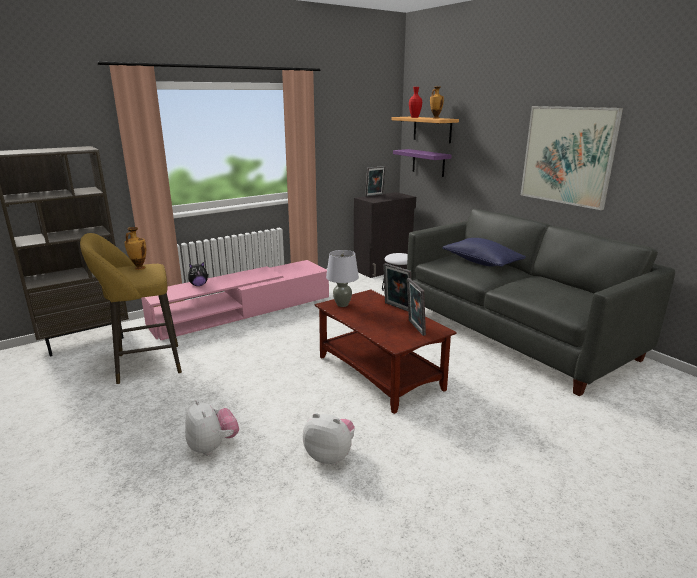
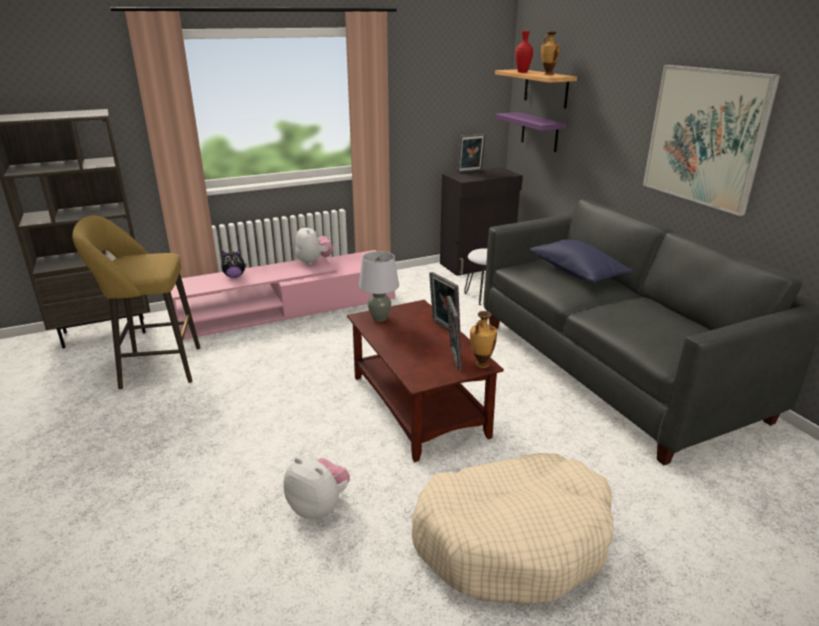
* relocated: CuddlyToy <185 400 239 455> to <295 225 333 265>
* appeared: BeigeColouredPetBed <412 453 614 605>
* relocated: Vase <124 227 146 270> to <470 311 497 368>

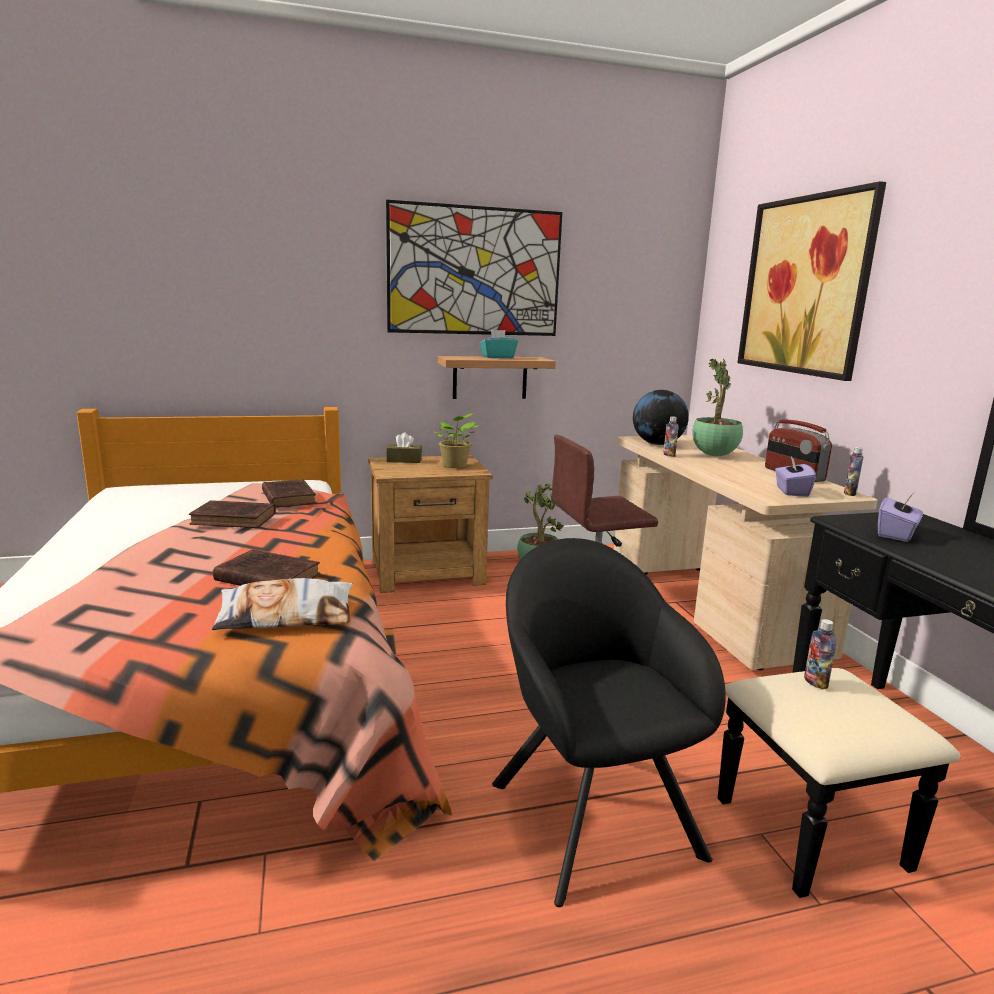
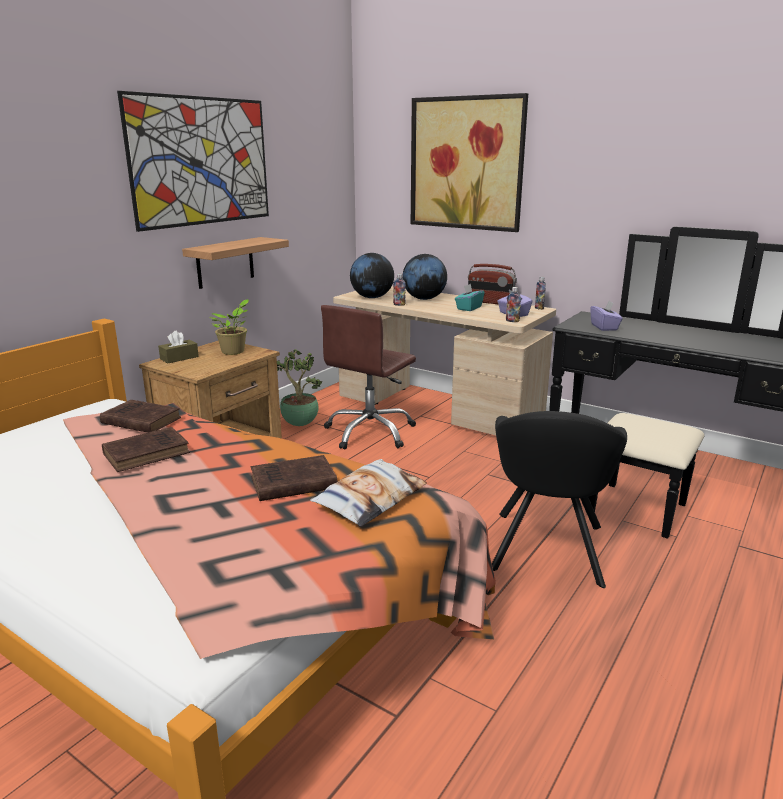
* exchanged: PlantInAPot <692 359 743 456> to DeskGlobe <402 254 447 300>
* relocated: TurquoiseBoxOfTissues <480 330 518 358> to <455 284 485 311>
* spun: BlackishLoungeChair <492 538 726 907> = <492 411 627 588> 105 degrees counterclockwise
* relocated: Bottle <804 619 836 689> to <506 287 521 322>

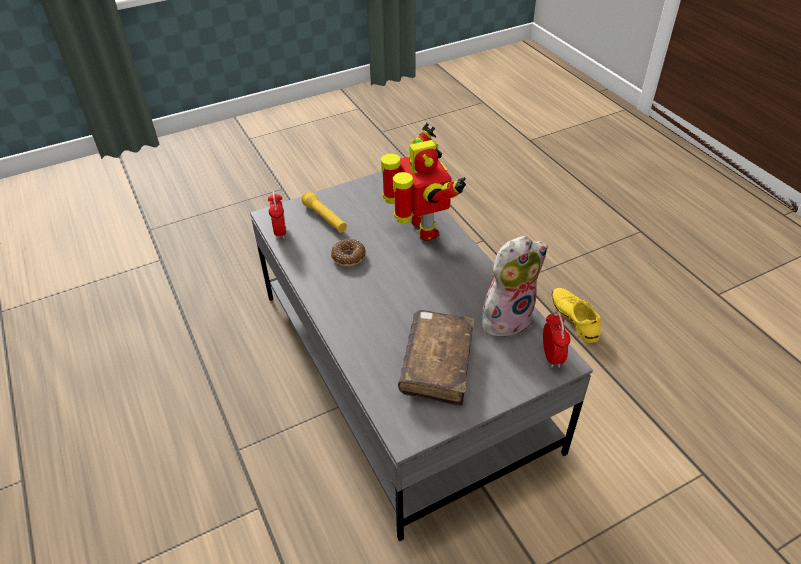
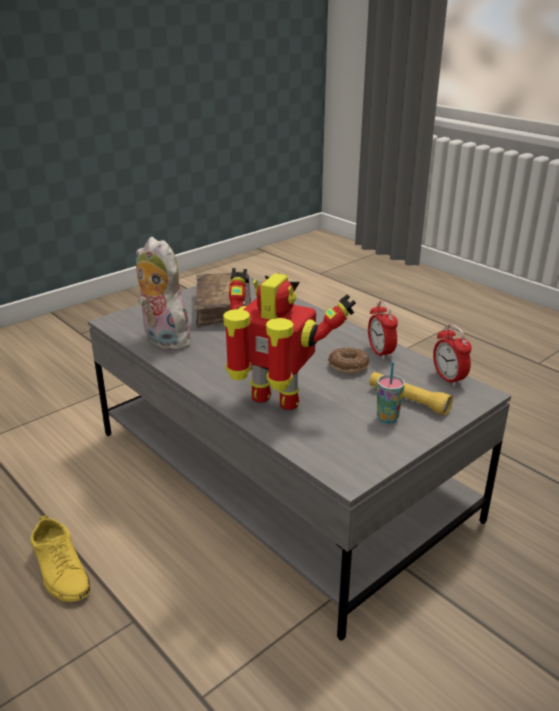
* spun: CuddlyToy <482 236 548 341> = <136 237 191 351> 90 degrees clockwise
* spun: ToyRobot <381 123 466 241> = <223 268 356 410> 150 degrees clockwise
* relocated: AlarmClock <543 311 570 368> to <368 300 398 360>
* appeared: Cup <377 362 405 424>

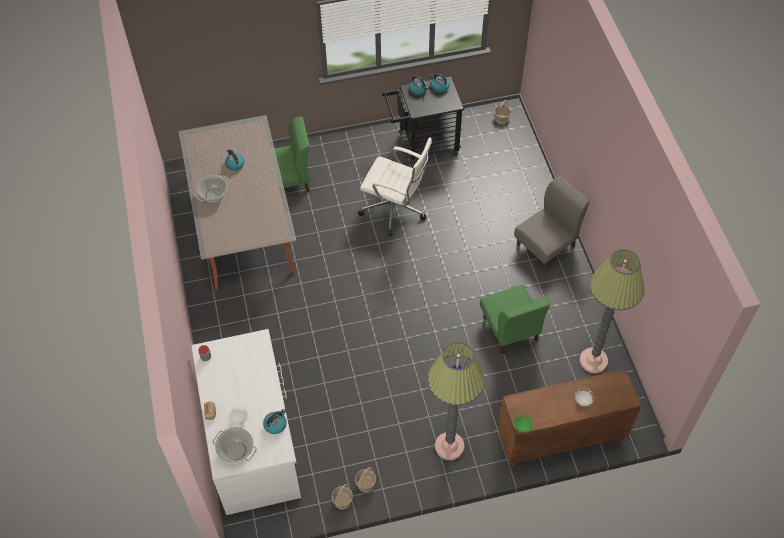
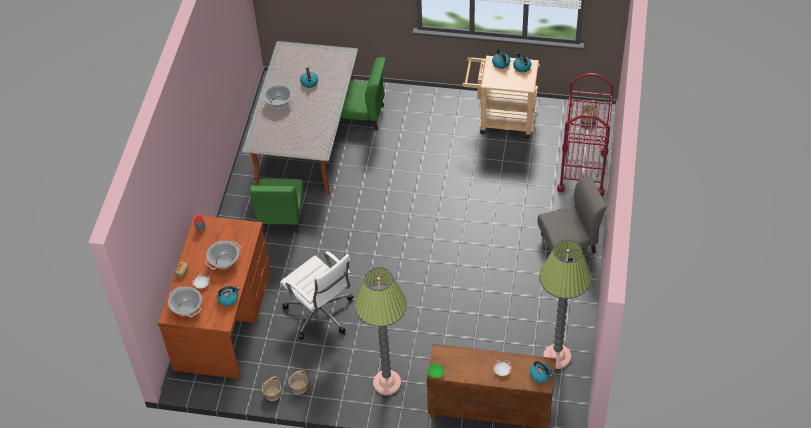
* colour: WhiteColouredDeskTable <191 329 301 515> to BrownDeskTable <158 215 270 379>
* appeared: CookingPot <205 241 241 270>
* relocated: GreenColouredPlainChair <480 285 550 354> to <250 178 304 233>
* relocated: WhiteColouredOfficeChair <358 137 432 236> to <280 251 353 339>
* colour: BlackishWheeledCart <382 76 464 164> to BeigeColouredWheeledCart <462 56 540 139>
* appeared: TeaKettle <530 361 553 383>
* appeared: RedColouredWheeledCart <557 73 614 196>

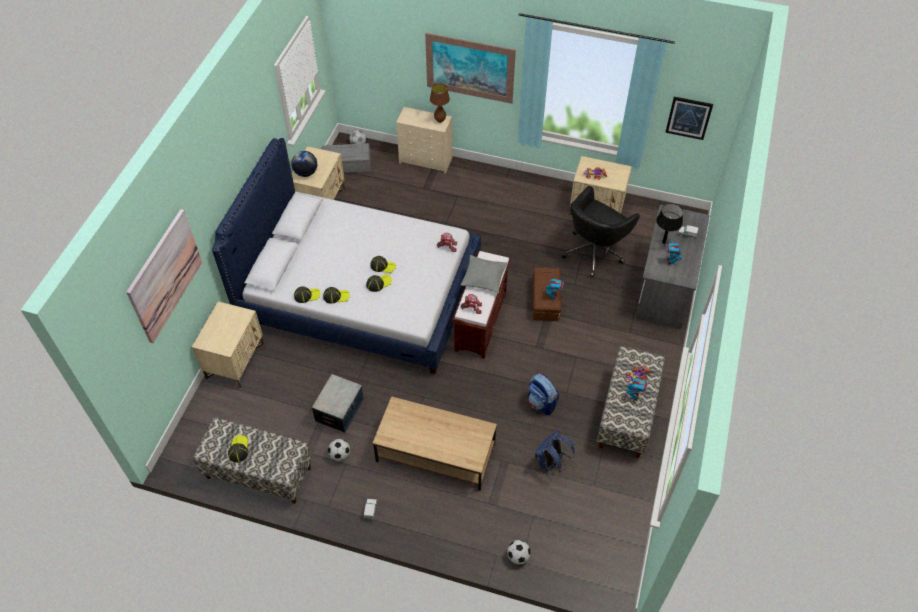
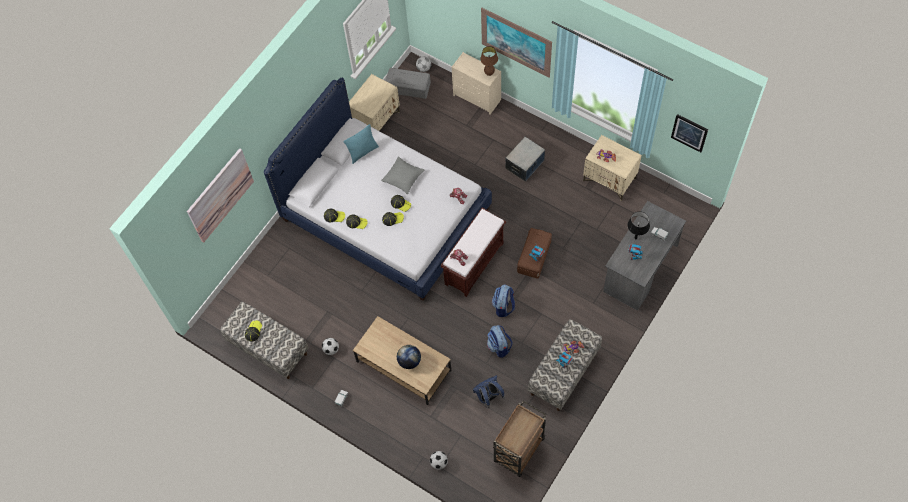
* appeared: TurquoiseCushion <343 124 379 164>
* relocated: GreyishCushion <460 255 507 294> to <381 157 424 194>
* relocated: DeskGlobe <291 151 317 177> to <397 345 421 369>
* appeared: Knapsack <492 284 515 317>
* appeared: BrownWheeledCart <493 401 546 477>
* relocated: StorageContainer <311 374 364 433> to <505 137 545 182>
* missing: BeigeColouredBedsideTable <192 301 264 389>
* missing: BlackishOfficeChair <562 186 640 277>

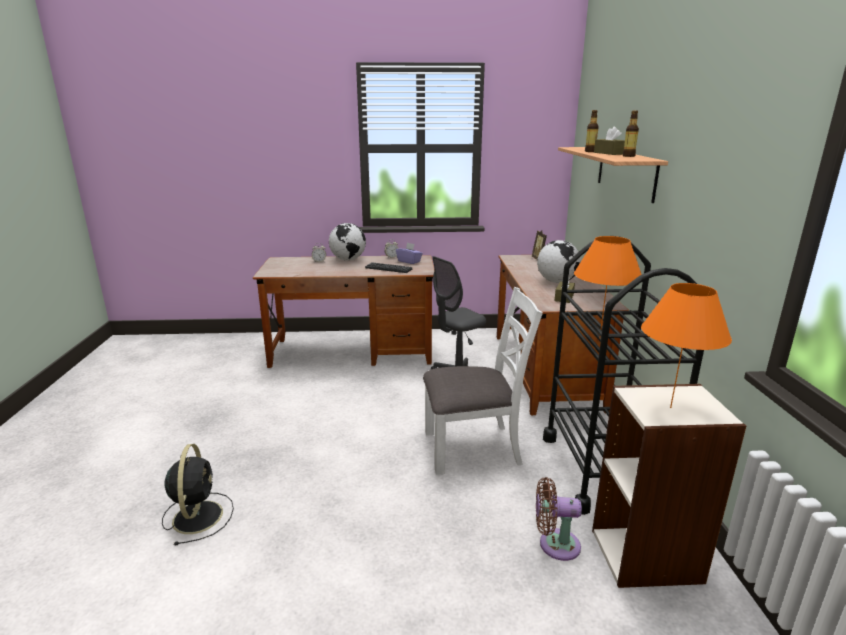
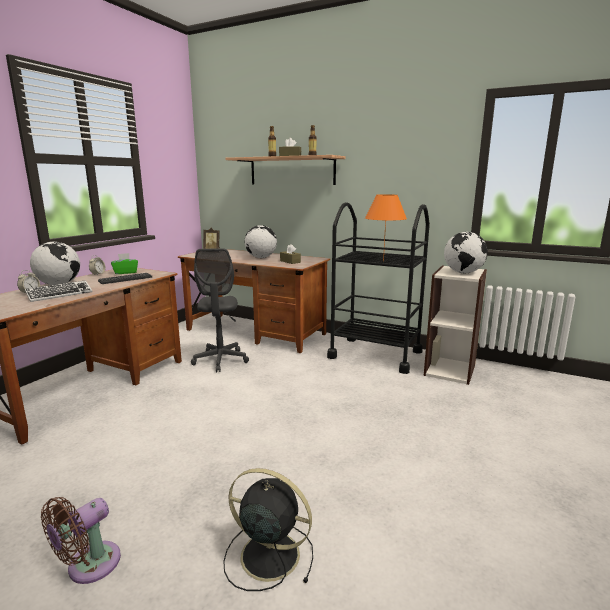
* appeared: Keyboard <25 280 93 302>
* relocated: BrownFan <536 477 582 561> to <41 497 121 584>
* colour: PurplishBoxOfTissues <396 243 423 264> to GreenColouredBoxOfTissues <111 253 138 274>
* exchanged: OrangeColouredLampForATable <641 283 732 408> to DeskGlobe <444 232 488 273>
* missing: WhiteColouredPlainChair <423 287 543 475>

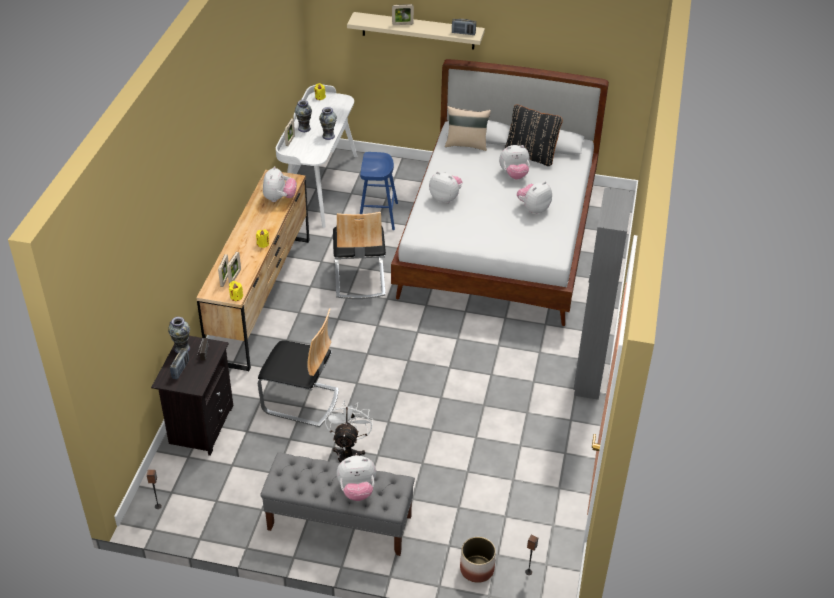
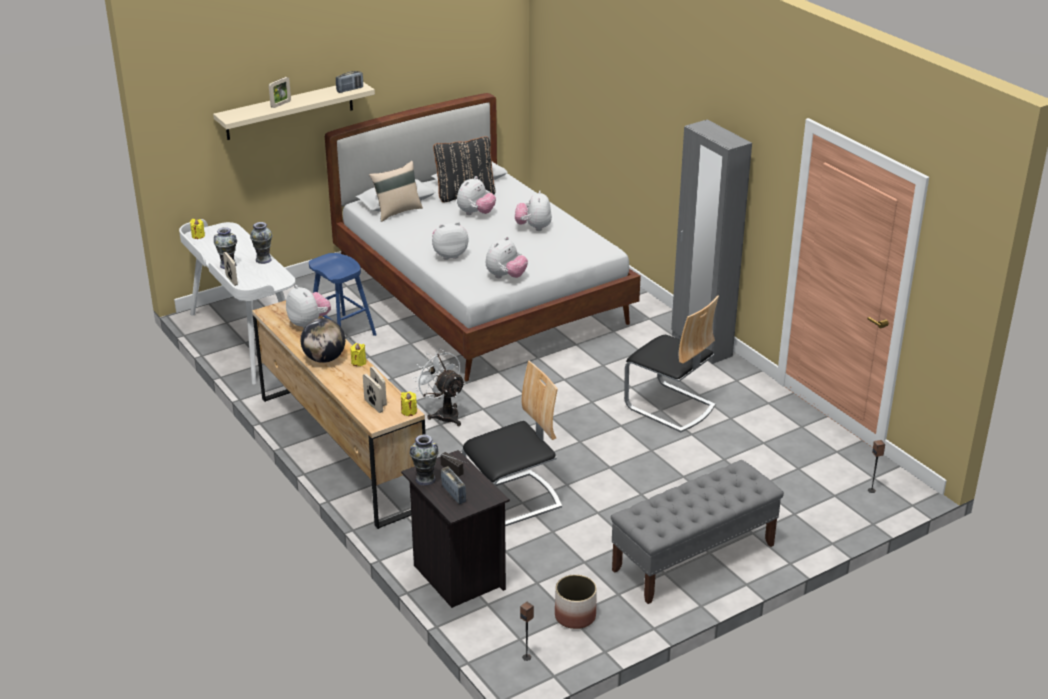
* appeared: DeskGlobe <301 318 345 363>
* relocated: WhiteColouredFan <325 400 373 463> to <412 348 465 426>
* relocated: CuddlyToy <337 456 376 501> to <486 237 528 278>
* relocated: Planter <460 537 496 583> to <555 574 597 629>
* relocated: PlainChair <333 212 386 299> to <624 296 719 432>

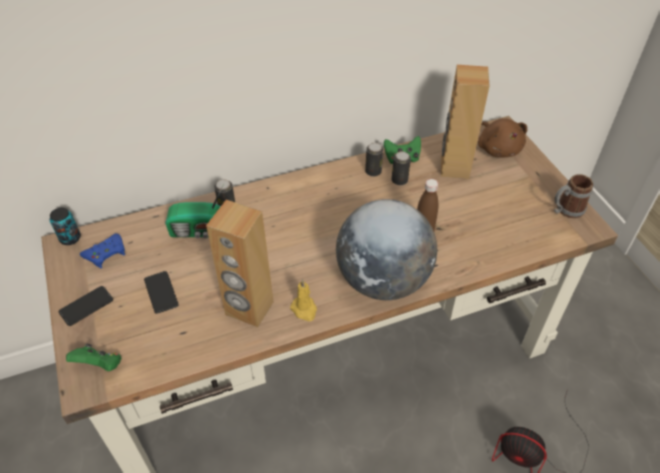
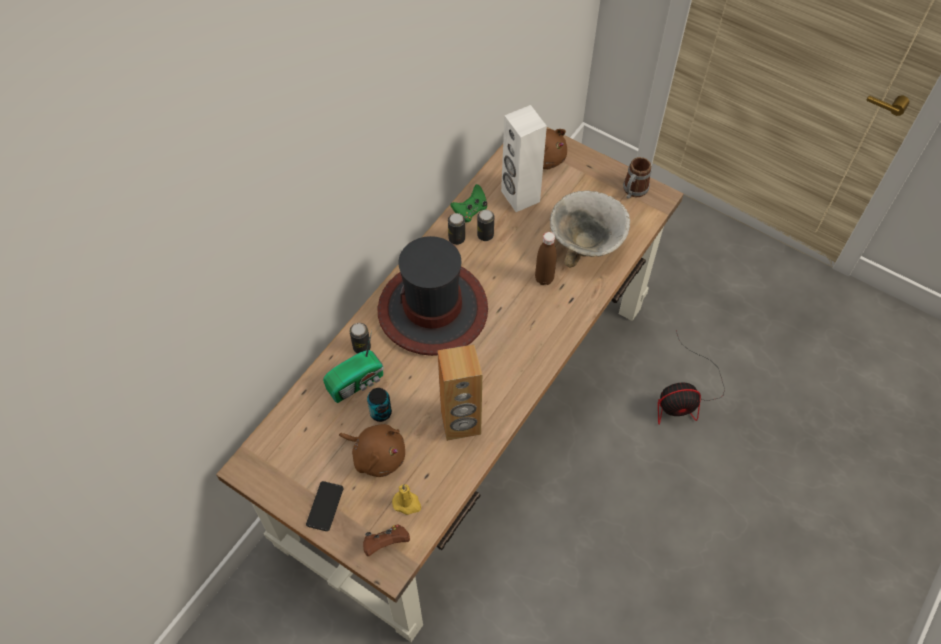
* exchanged: Telephone <144 271 179 314> to BrownCuddlyToy <339 424 405 477>
* colour: GreenColouredGameController <66 344 122 371> to BrownGameController <363 524 410 556>
* relocated: SealedCan <50 208 81 245> to <367 388 392 422>
* appeared: WearableHat <378 236 488 356>
* relocated: YellowCandle <290 279 317 321> to <392 484 421 515>
* colour: BrownAudioSpeaker <441 65 490 179> to WhiteColouredAudioSpeaker <501 105 547 212>
* appeared: ServingBowl <550 190 630 267>
* missing: BlueColouredGameController <79 234 125 269>
* missing: DeskGlobe <336 199 437 300>

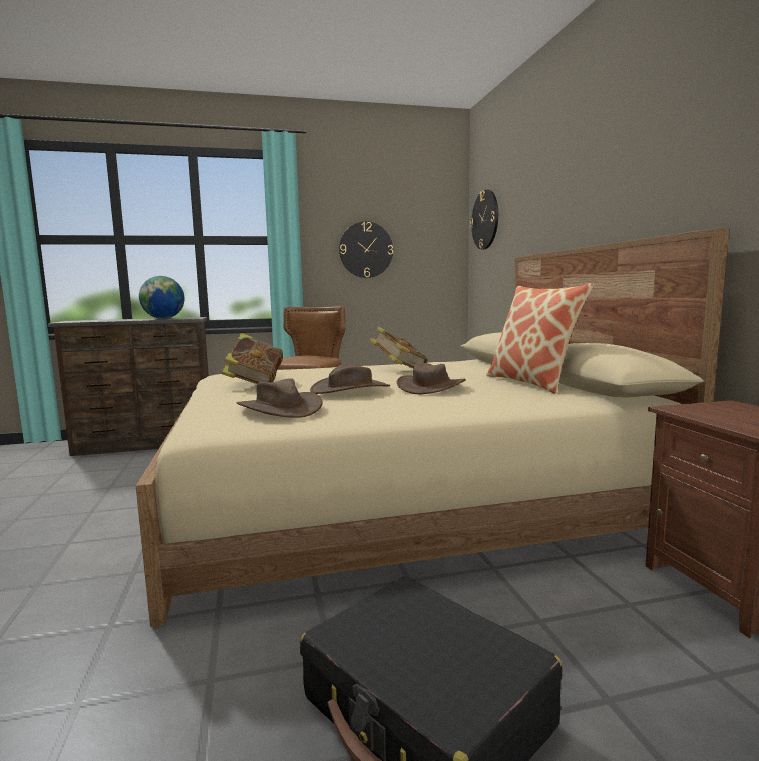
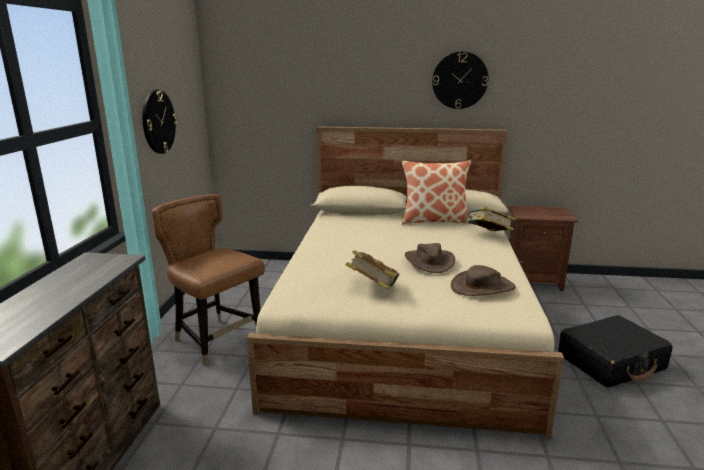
* relocated: ClockOnTheWall <470 190 498 249> to <432 52 488 109>
* relocated: Book <370 327 428 368> to <465 207 516 231>
* missing: DeskGlobe <139 276 184 319>
* missing: BrownWearableHat <397 363 466 394>

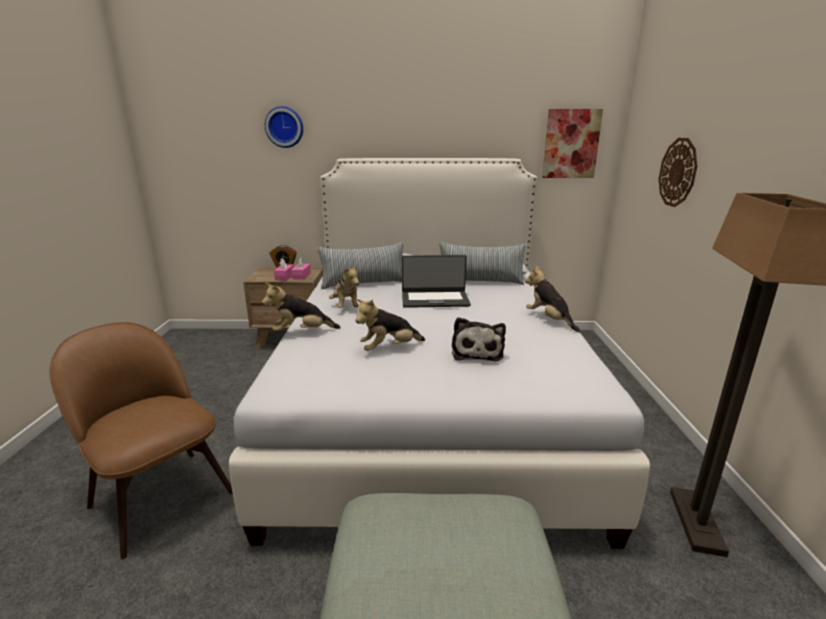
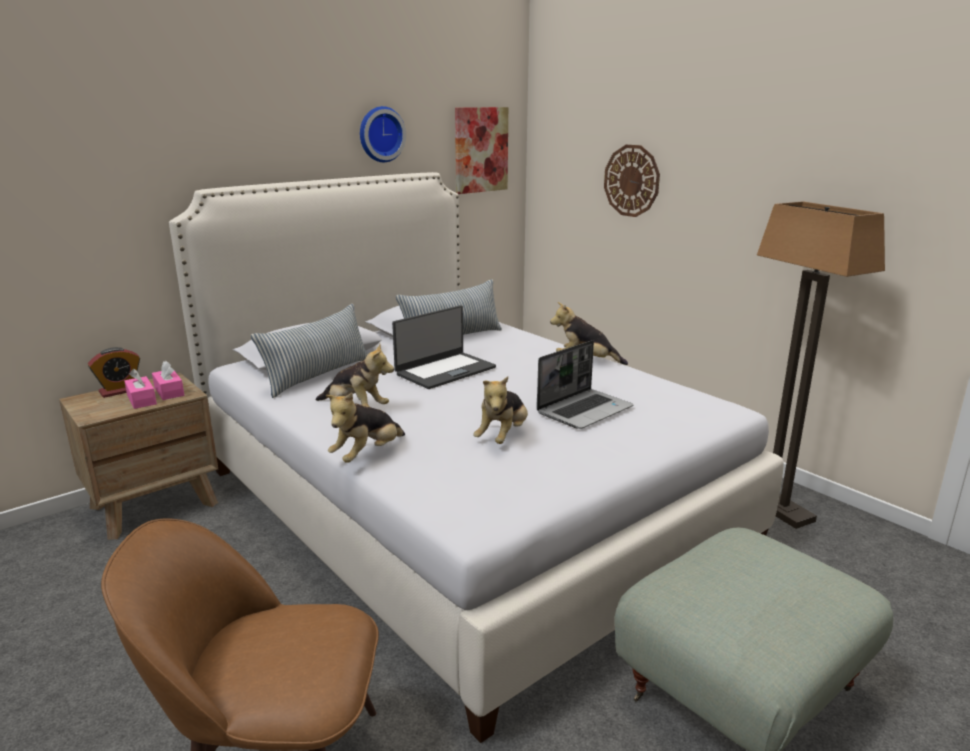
* relocated: ClockOnTheWall <265 106 303 148> to <360 106 406 162>
* exchanged: CuddlyToy <452 317 506 362> to Laptop <537 340 634 429>

